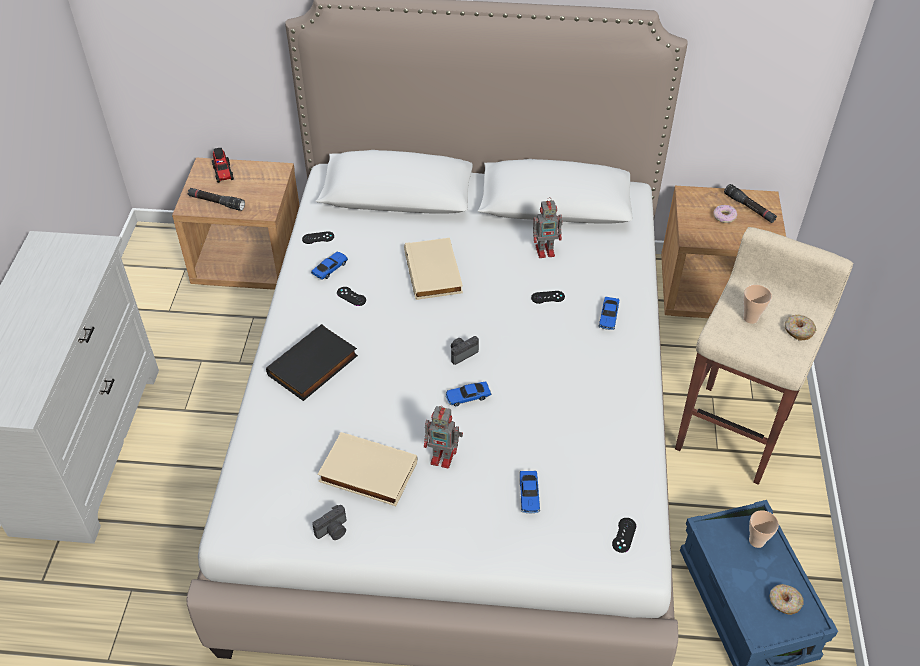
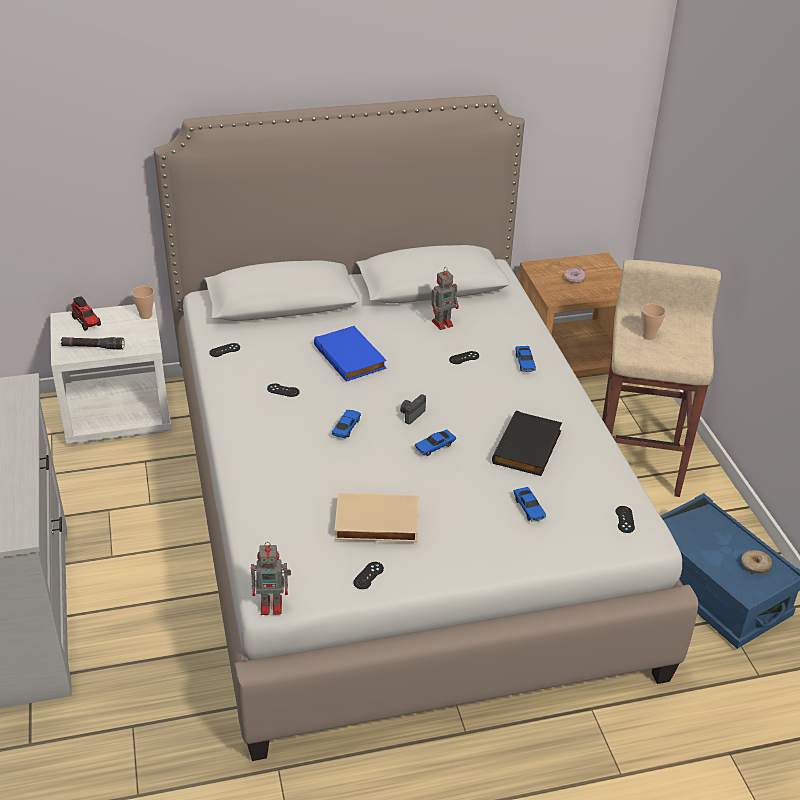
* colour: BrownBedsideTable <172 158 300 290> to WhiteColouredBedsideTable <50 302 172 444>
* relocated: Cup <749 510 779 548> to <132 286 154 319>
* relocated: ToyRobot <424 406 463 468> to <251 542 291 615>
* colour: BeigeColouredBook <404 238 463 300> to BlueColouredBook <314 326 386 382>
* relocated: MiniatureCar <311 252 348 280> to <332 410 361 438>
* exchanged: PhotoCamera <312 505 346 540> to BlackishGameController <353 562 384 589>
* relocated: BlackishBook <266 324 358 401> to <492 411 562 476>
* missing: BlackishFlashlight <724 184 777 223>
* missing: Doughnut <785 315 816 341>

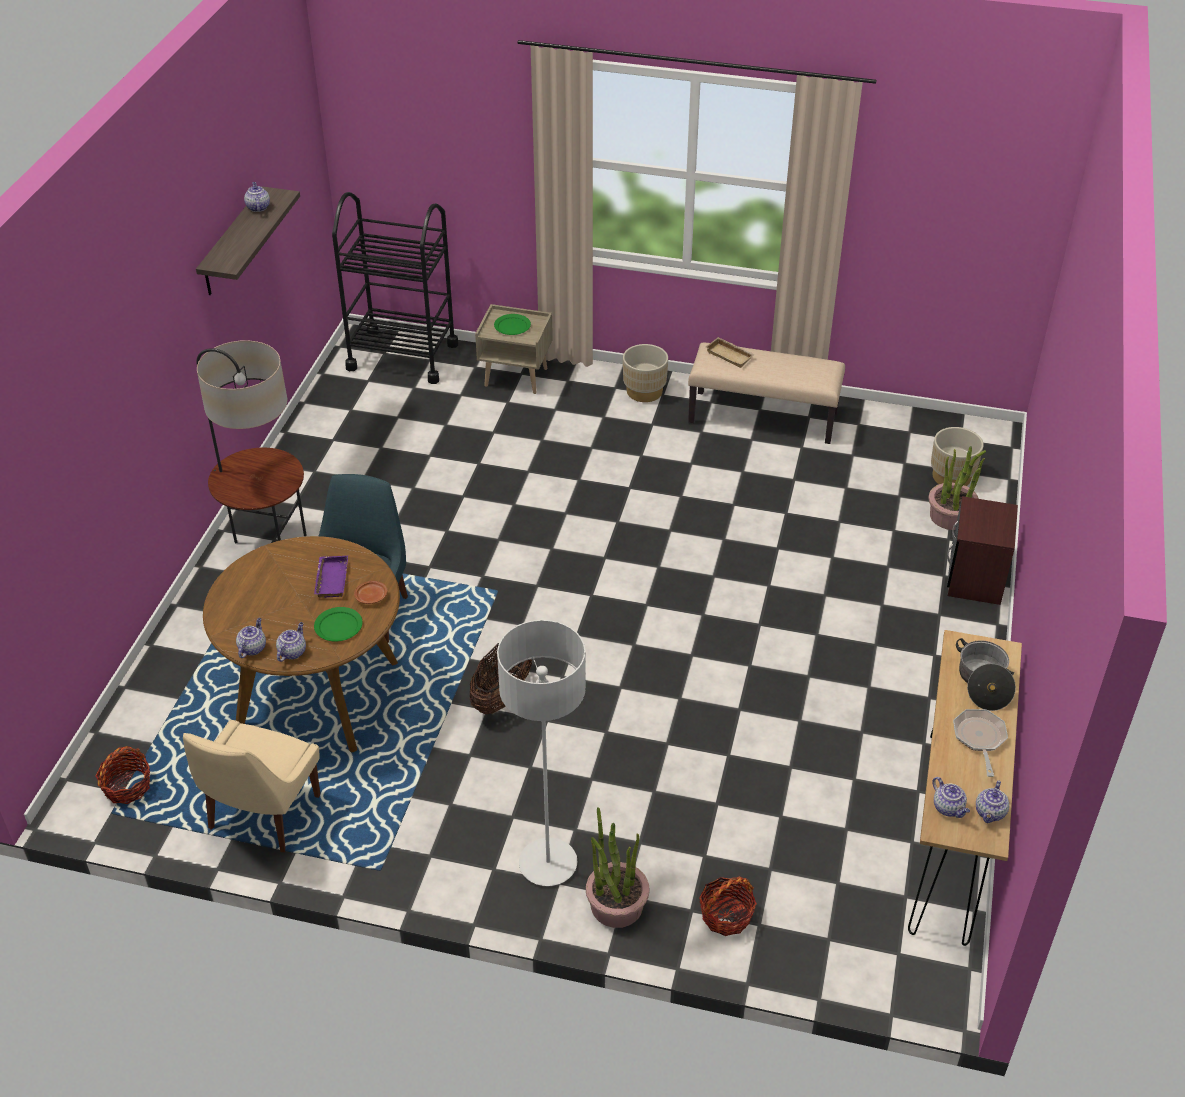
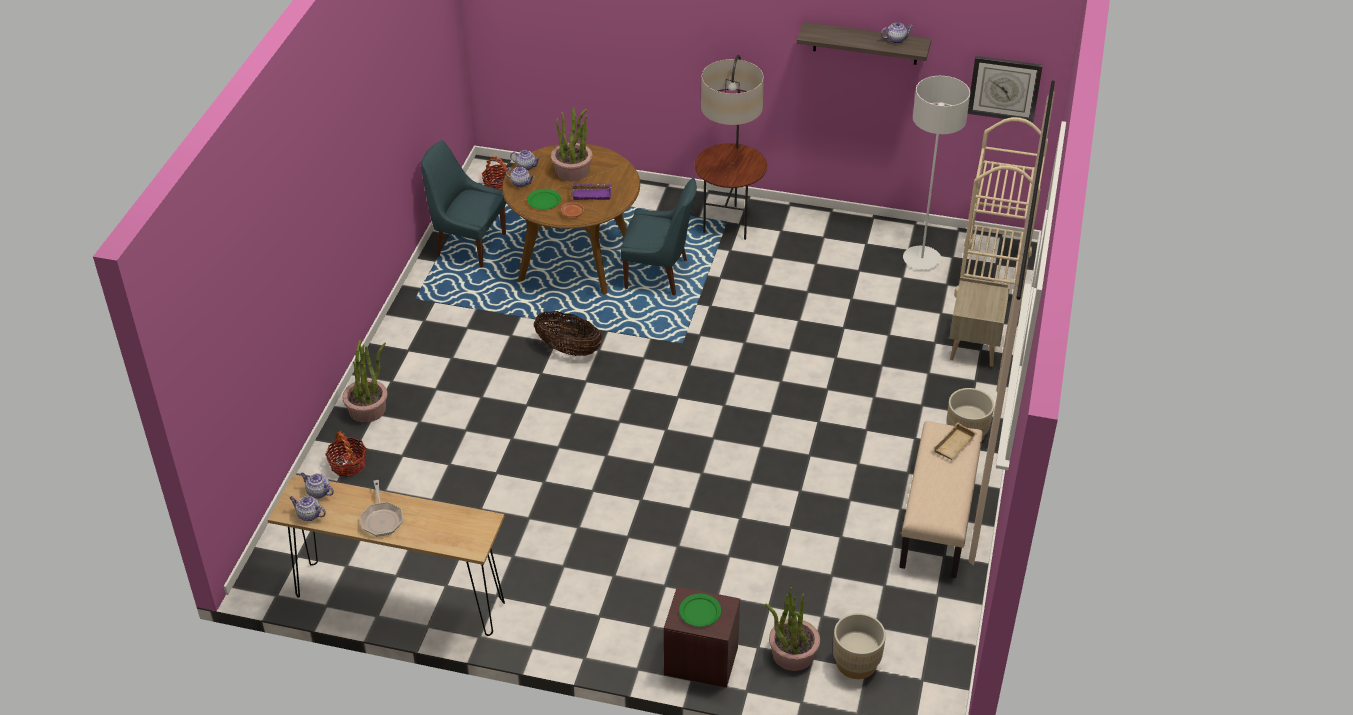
* spun: Teapot <932 777 970 818> = <301 473 334 499> 60 degrees clockwise
* spun: Skillet <953 709 1008 777> = <360 480 403 536> 75 degrees clockwise
* colour: BeigeColouredPlainChair <183 720 320 852> to BlueColouredPlainChair <421 140 506 267>
* appeared: PlantInAPot <551 107 592 181>
* relocated: GreenColouredDinnerPlate <494 314 531 335> to <679 594 721 627>
* relocated: GreyishStandingLamp <497 620 586 886> to <903 76 970 270>
* colour: BlackishWheeledCart <332 192 458 384> to BeigeColouredWheeledCart <954 117 1048 308>
* appeared: ClockOnTheWall <968 56 1043 123>
* missing: CookingPot <956 638 1016 711>

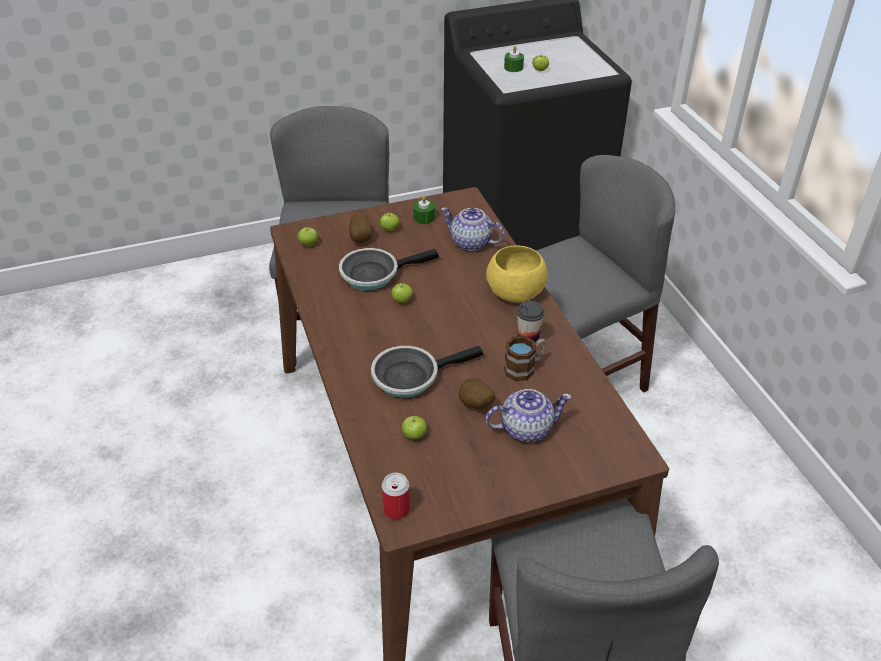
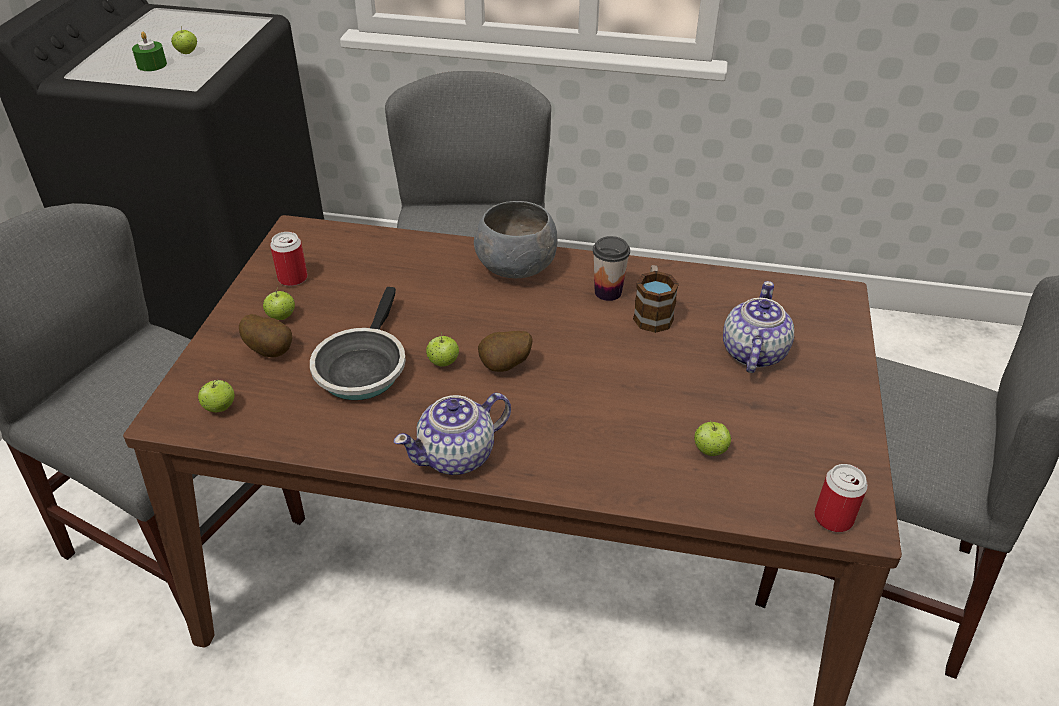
* exchanged: GreenColouredCandle <413 196 435 224> to SealedCan <270 232 308 286>
* relocated: Teapot <441 207 504 251> to <394 393 511 475>
* colour: YellowServingBowl <486 245 548 302> to GreyishServingBowl <474 201 557 278>
* relocated: WholePotato <459 378 495 409> to <478 331 532 372>
* missing: Skillet <371 346 483 398>

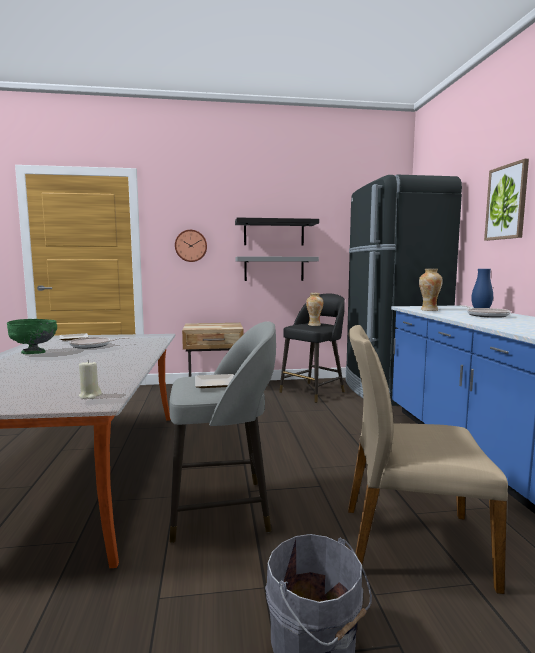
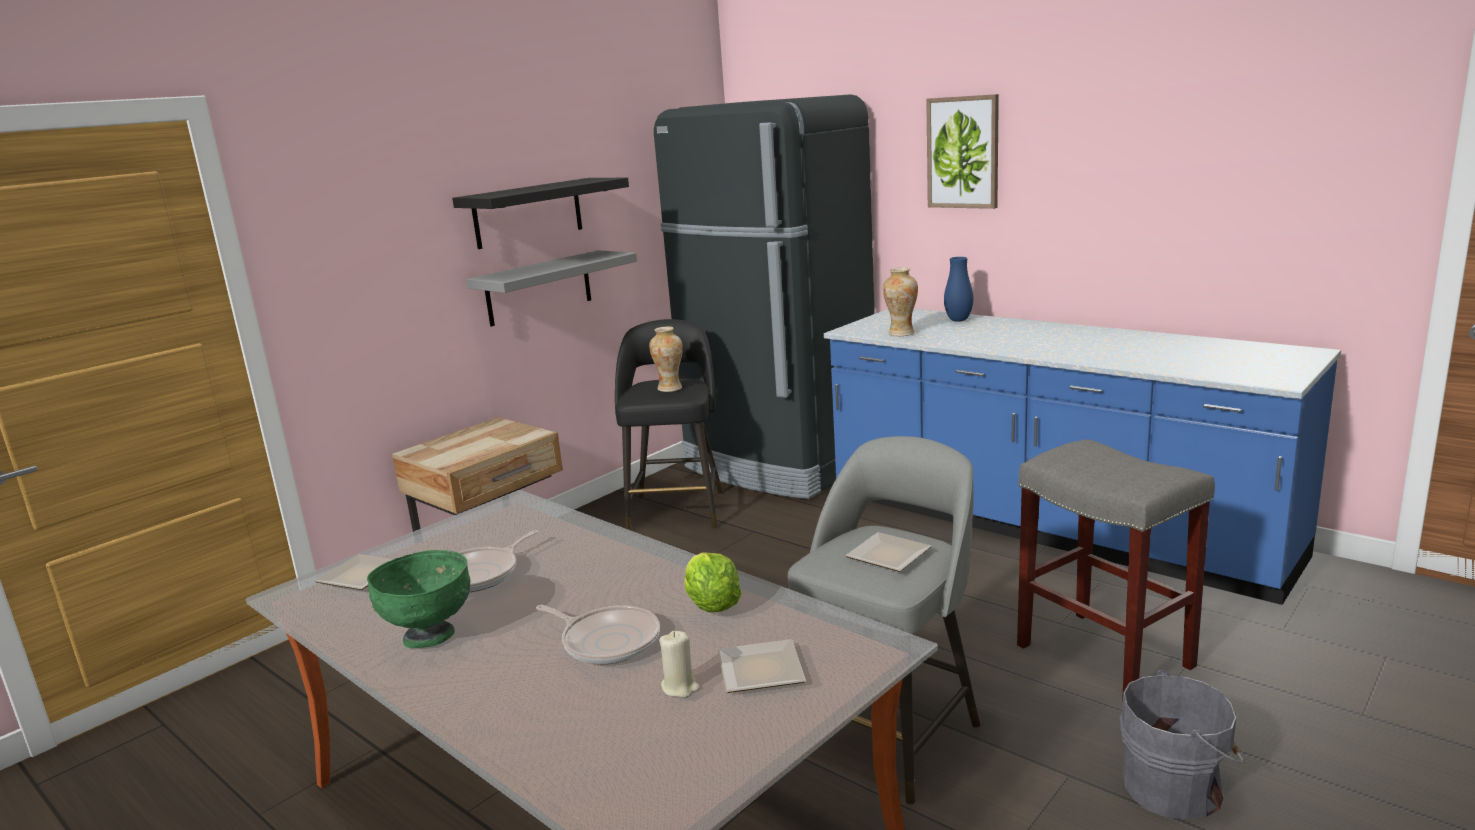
* relocated: Skillet <459 305 511 318> to <536 605 660 664>
* relocated: BeigeColouredCandle <79 360 102 399> to <660 631 700 697>
* appeared: LettuceHead <684 553 742 612>
* appeared: DinnerPlate <718 639 806 693>
* exchanged: BeigeColouredPlainChair <348 325 508 594> to GreyishSittingStool <1017 439 1215 702>
* missing: ClockOnTheWall <175 230 207 262>

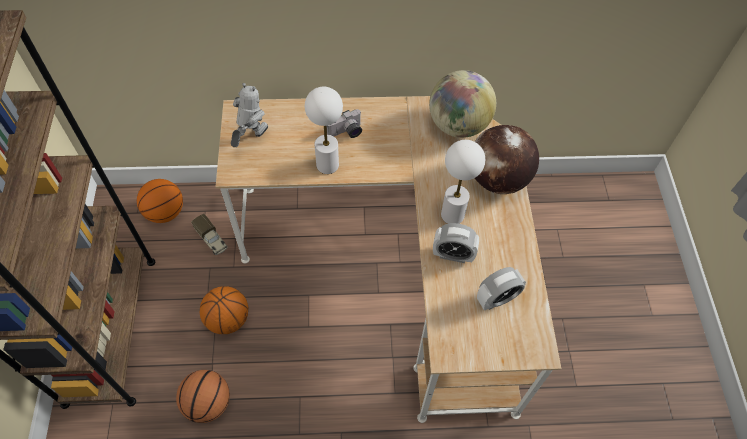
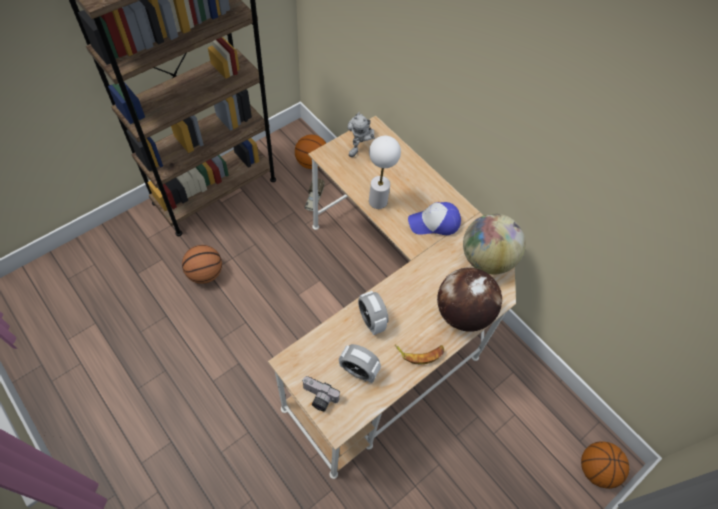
* relocated: PhotoCamera <326 109 362 138> to <302 376 340 411>
* spun: ToyRobot <231 83 268 147> = <347 112 375 157> 120 degrees clockwise
* appeared: BananaFruit <395 345 444 364>
* appeared: PeakedCap <408 202 461 235>
* relocated: BallForBasketball <200 286 248 334> to <581 441 629 489>
* missing: WhiteColouredLampForATable <441 140 485 224>

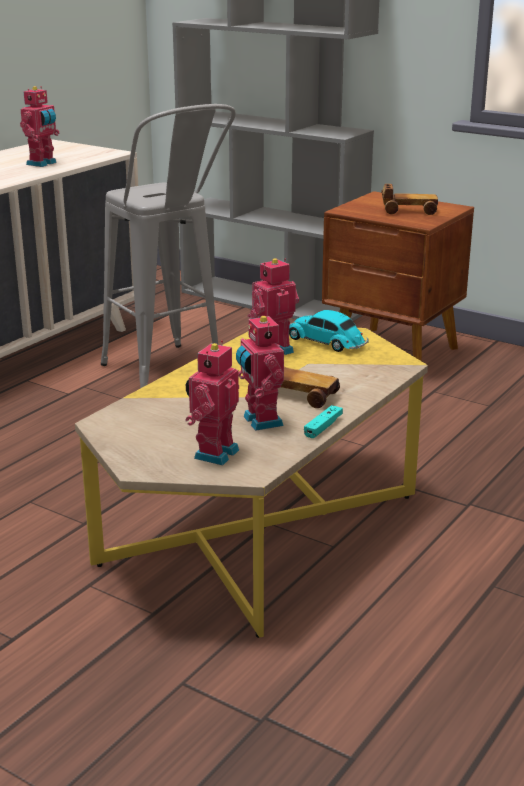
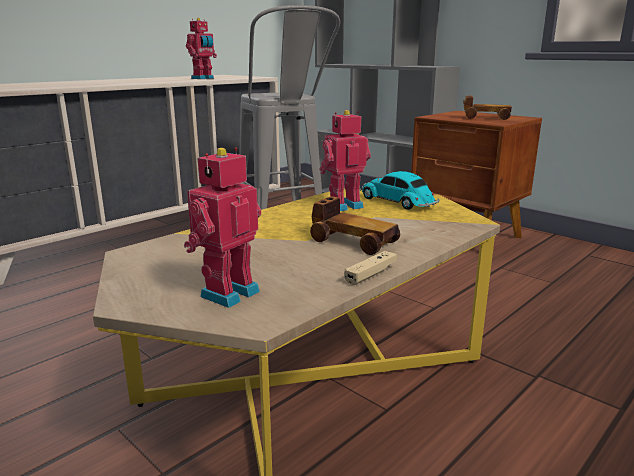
* colour: TurquoiseGameController <304 405 343 438> to BeigeColouredGameController <344 251 397 285>
* missing: ToyRobot <236 313 284 431>

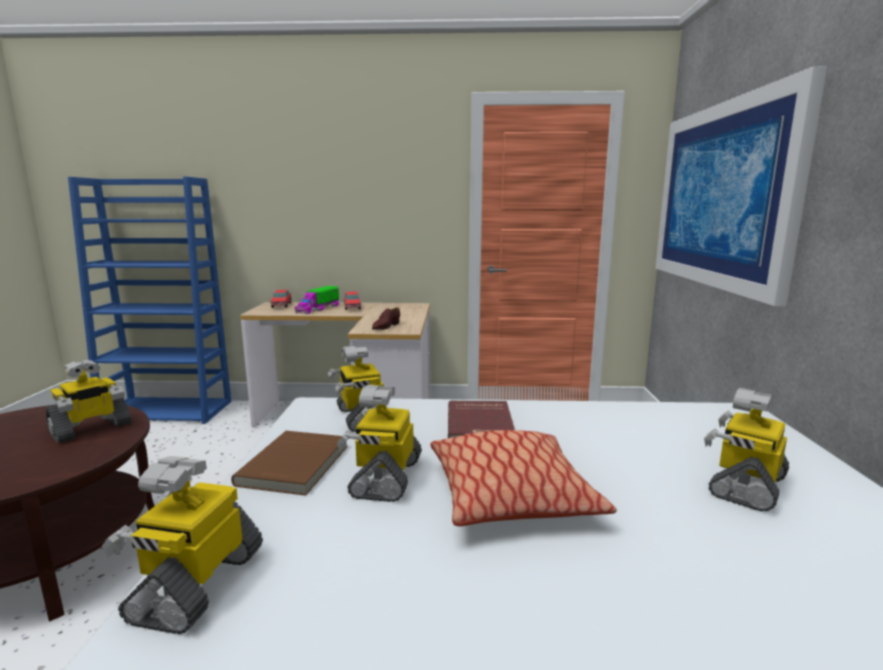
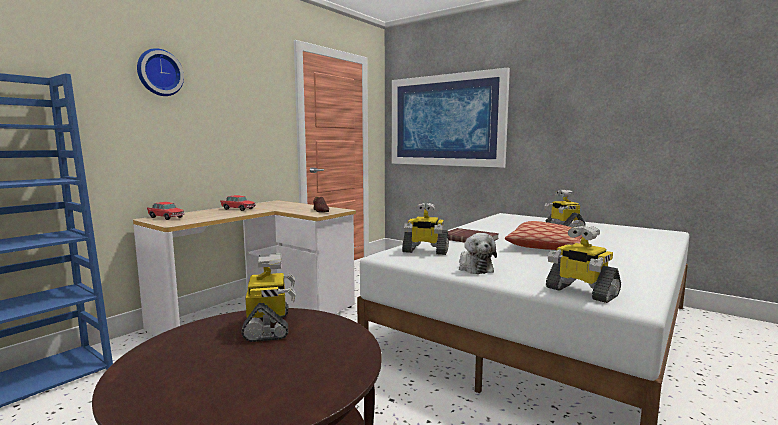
* appeared: ClockOnTheWall <137 48 184 96>
* exchanged: BrownBook <231 431 348 496> to CuddlyToy <459 233 497 274>
* missing: ToyLorry <295 286 339 314>
* missing: ToyRobot <337 385 422 502>

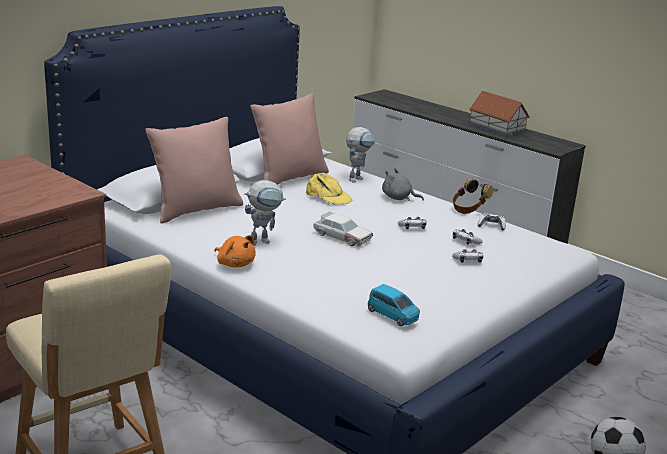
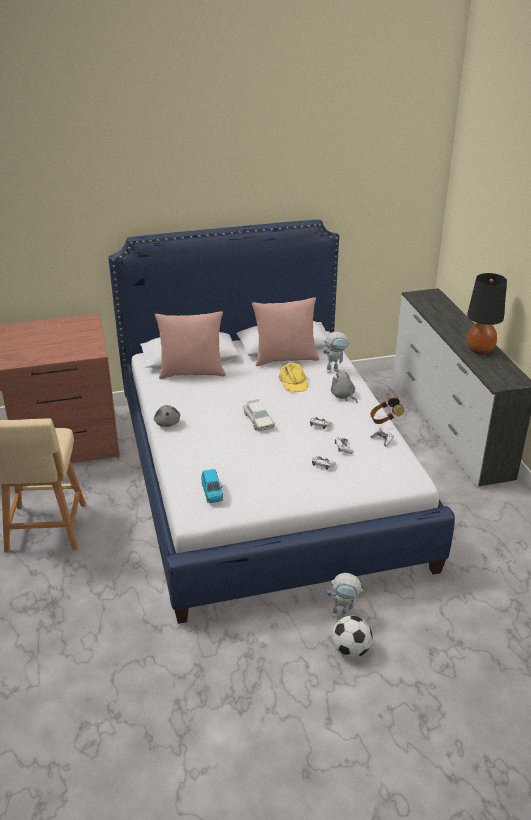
* colour: OrangeColouredCuddlyToy <214 235 256 268> to GreyishCuddlyToy <154 405 180 427>
* relocated: ToyRobot <244 180 286 246> to <327 573 365 618>
* exchanged: MiniatureHouse <469 91 530 137> to BlackishLampForATable <467 273 507 354>

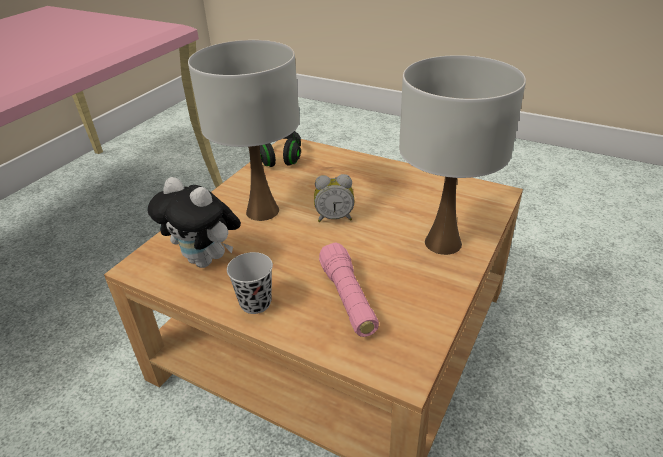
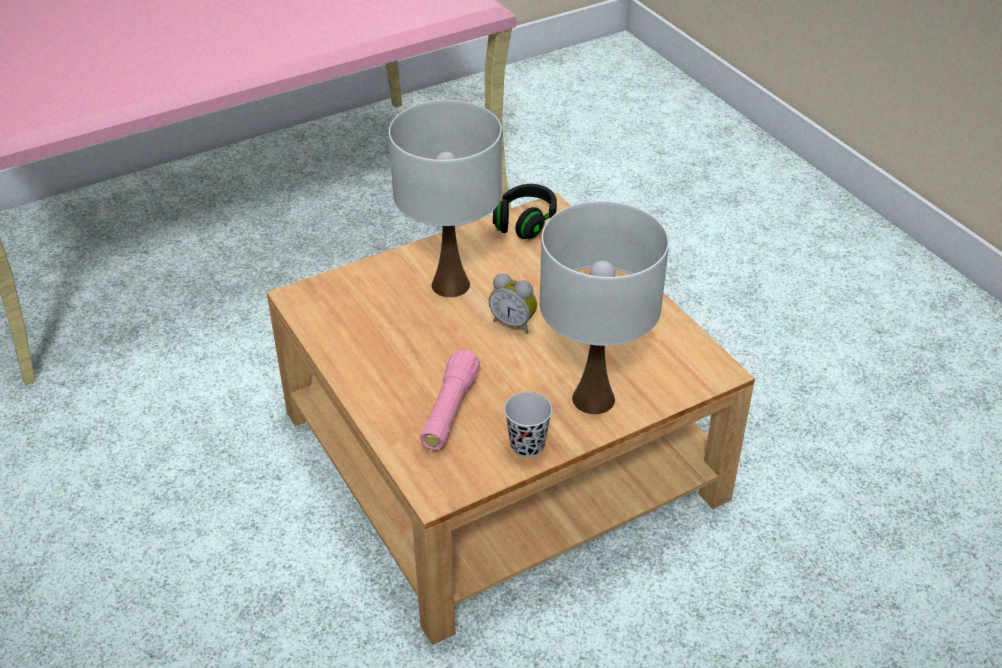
* relocated: BlackishCup <227 252 273 314> to <504 392 552 457>
* missing: CuddlyToy <147 177 241 268>

